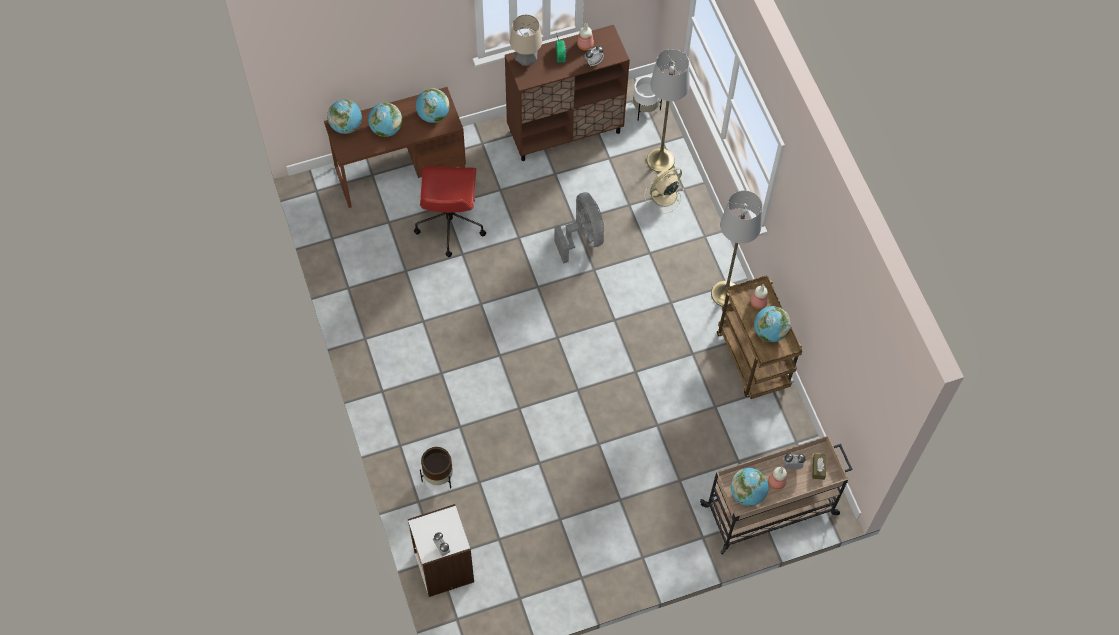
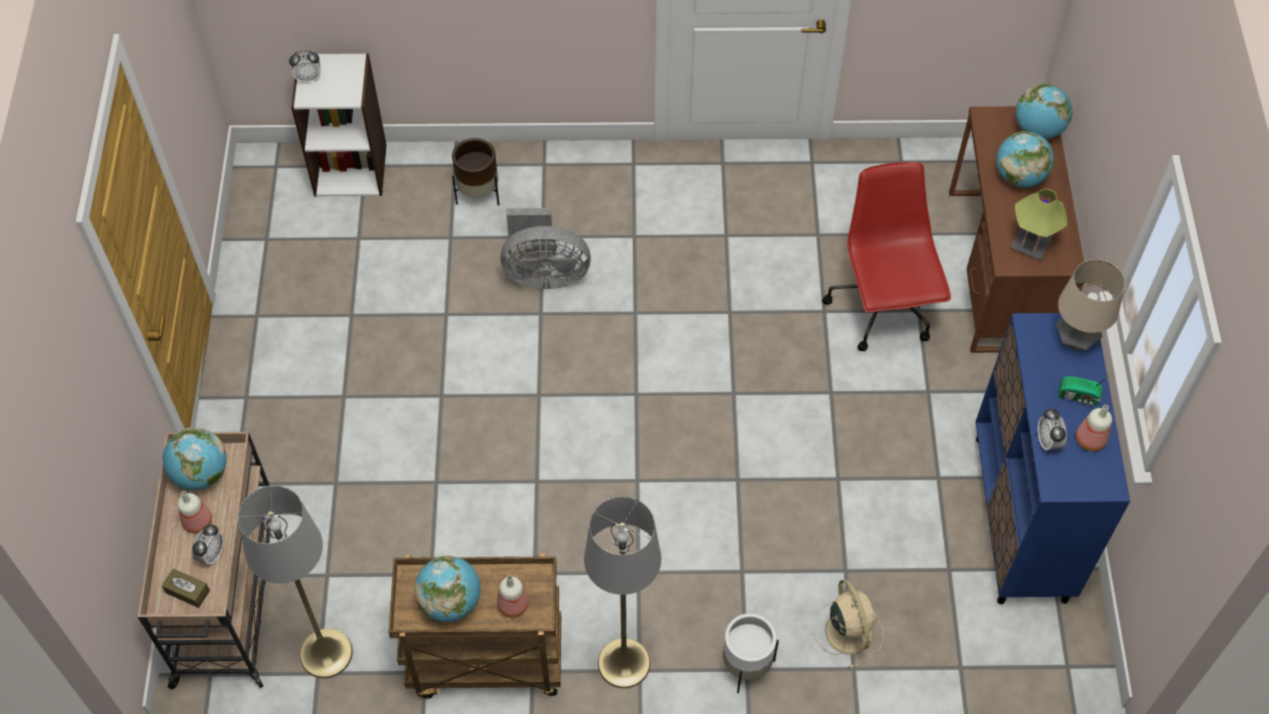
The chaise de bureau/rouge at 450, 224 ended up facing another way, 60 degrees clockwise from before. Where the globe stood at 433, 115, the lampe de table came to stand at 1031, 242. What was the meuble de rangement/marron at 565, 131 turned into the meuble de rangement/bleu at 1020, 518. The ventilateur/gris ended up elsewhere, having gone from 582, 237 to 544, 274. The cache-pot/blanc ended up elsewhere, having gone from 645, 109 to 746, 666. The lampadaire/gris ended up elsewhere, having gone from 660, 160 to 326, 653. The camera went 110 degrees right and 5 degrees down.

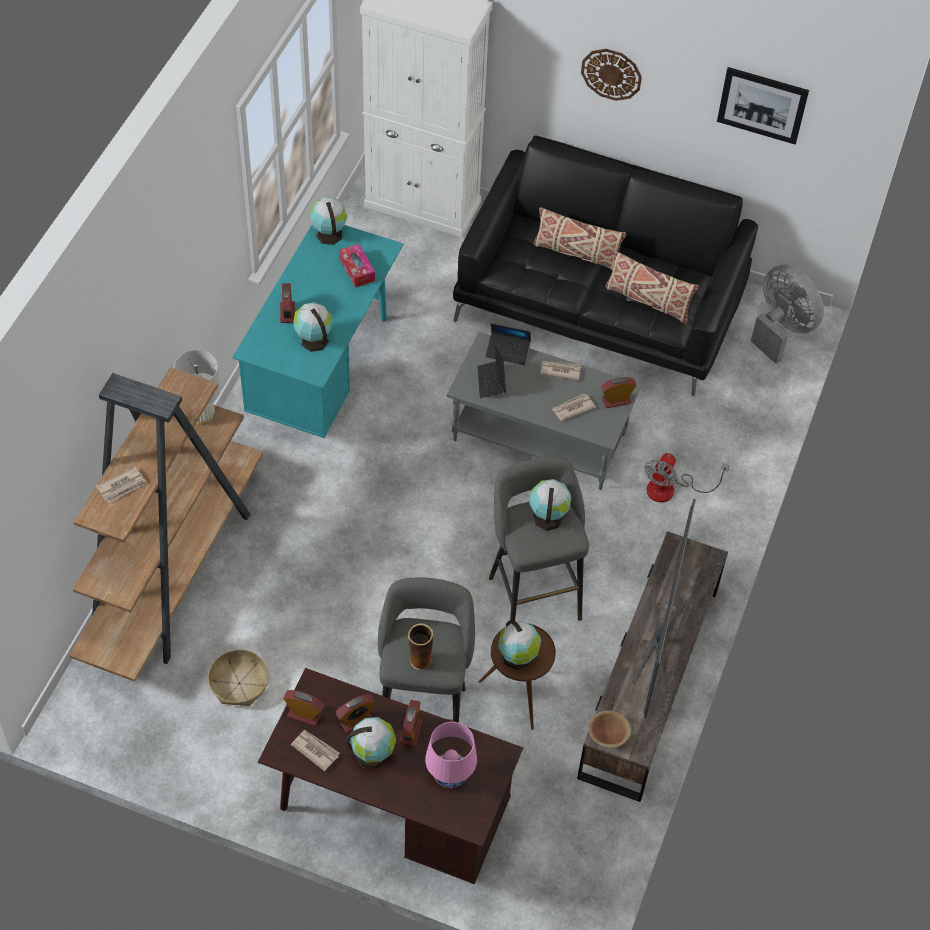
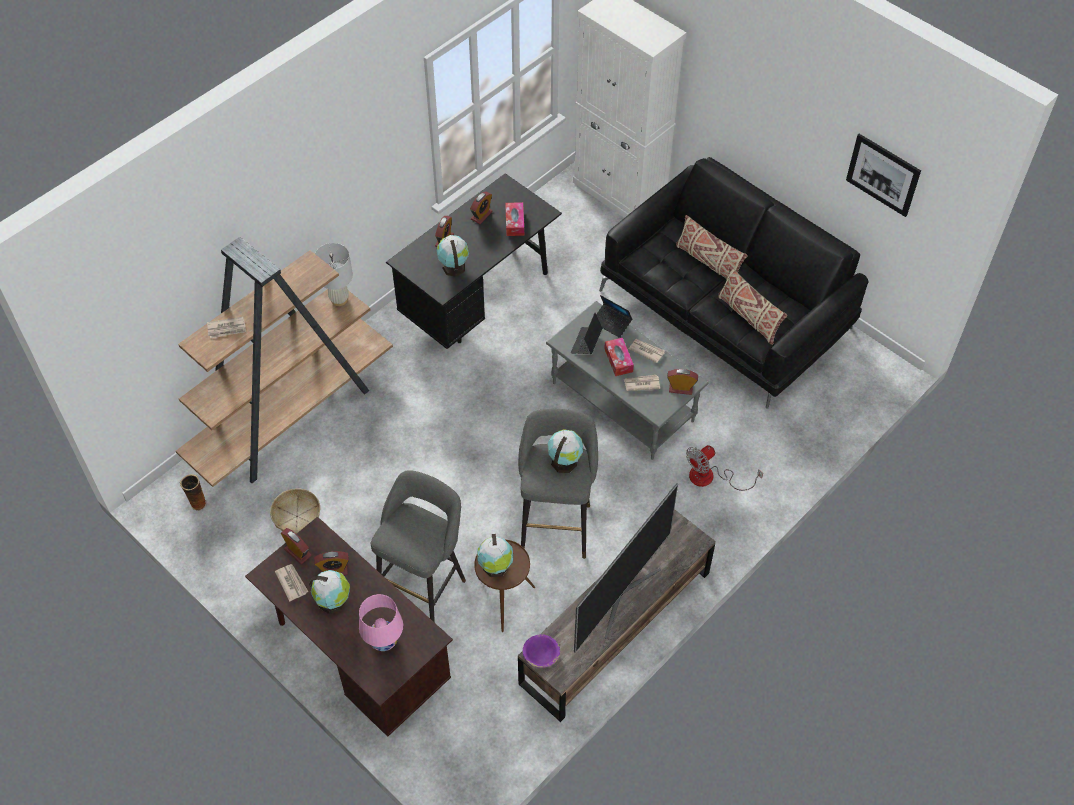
What was the bureau/turquoise at 323, 372 turned into the bureau/noir at 478, 300. The second view lost the globe at 329, 233. The réveil ended up elsewhere, having gone from 410, 731 to 481, 215. The vase ended up elsewhere, having gone from 419, 661 to 197, 504. The second view lost the horloge murale at 611, 74. What was the bol/marron at 608, 734 turned into the bol/violet at 541, 655. The second view lost the ventilateur/gris at 781, 329. The second view gained the boîte à mouchoirs at 618, 360. The camera went 25 degrees right and 0 degrees up.

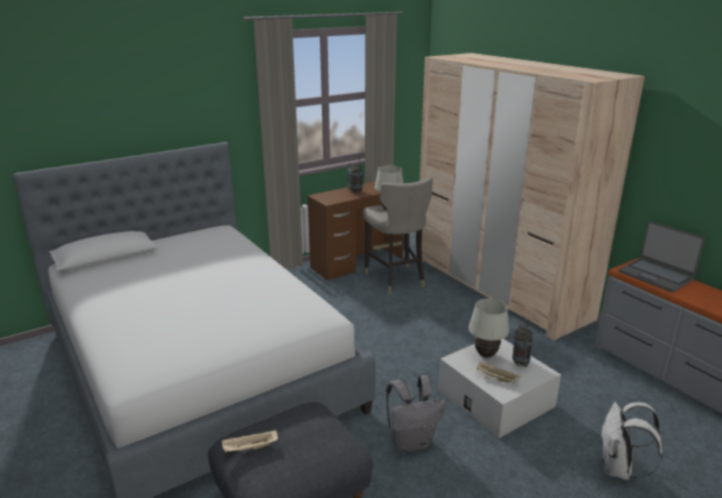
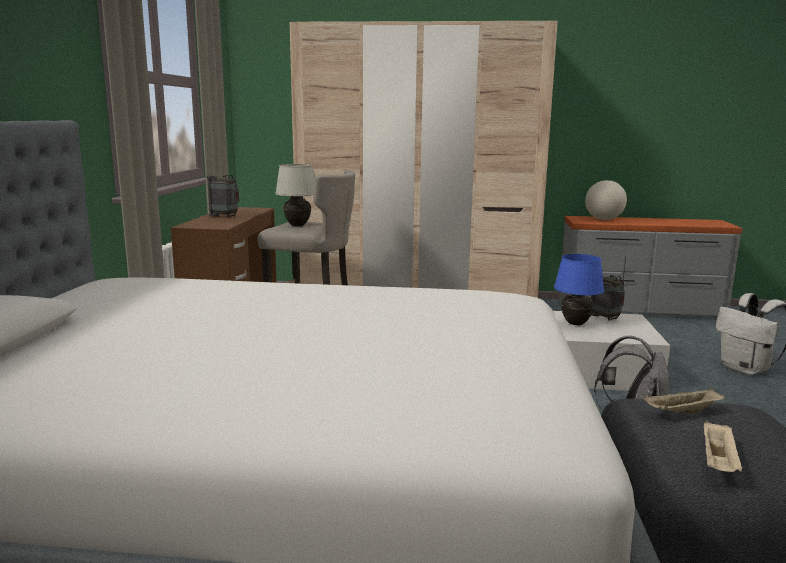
What was the lampe de table/blanc at 486, 355 turned into the lampe de table/bleu at 576, 324. The plateau/beige ended up elsewhere, having gone from 496, 378 to 682, 413. Where the ordinateur portable stood at 655, 276, the globe came to stand at 604, 219. The camera went 50 degrees left and 10 degrees down.

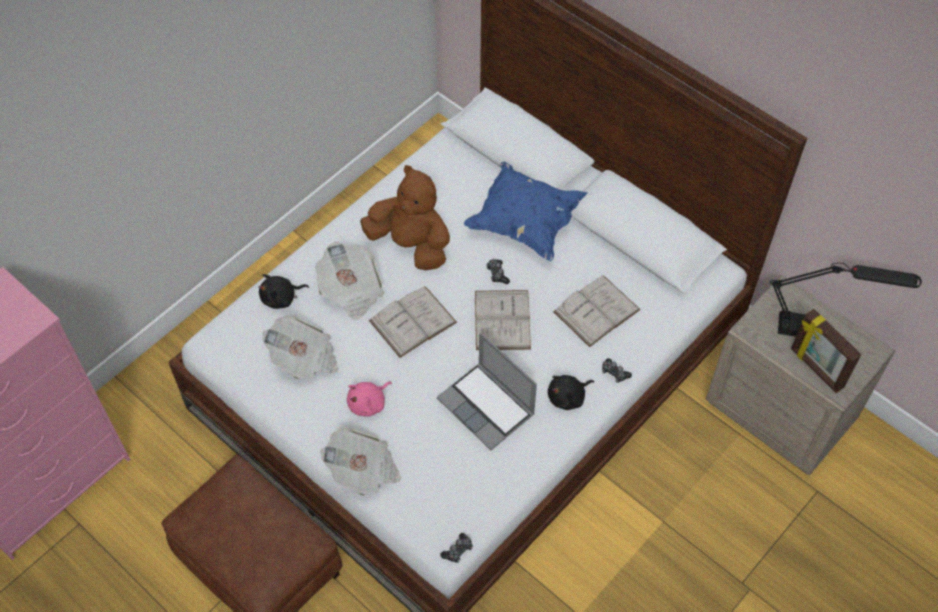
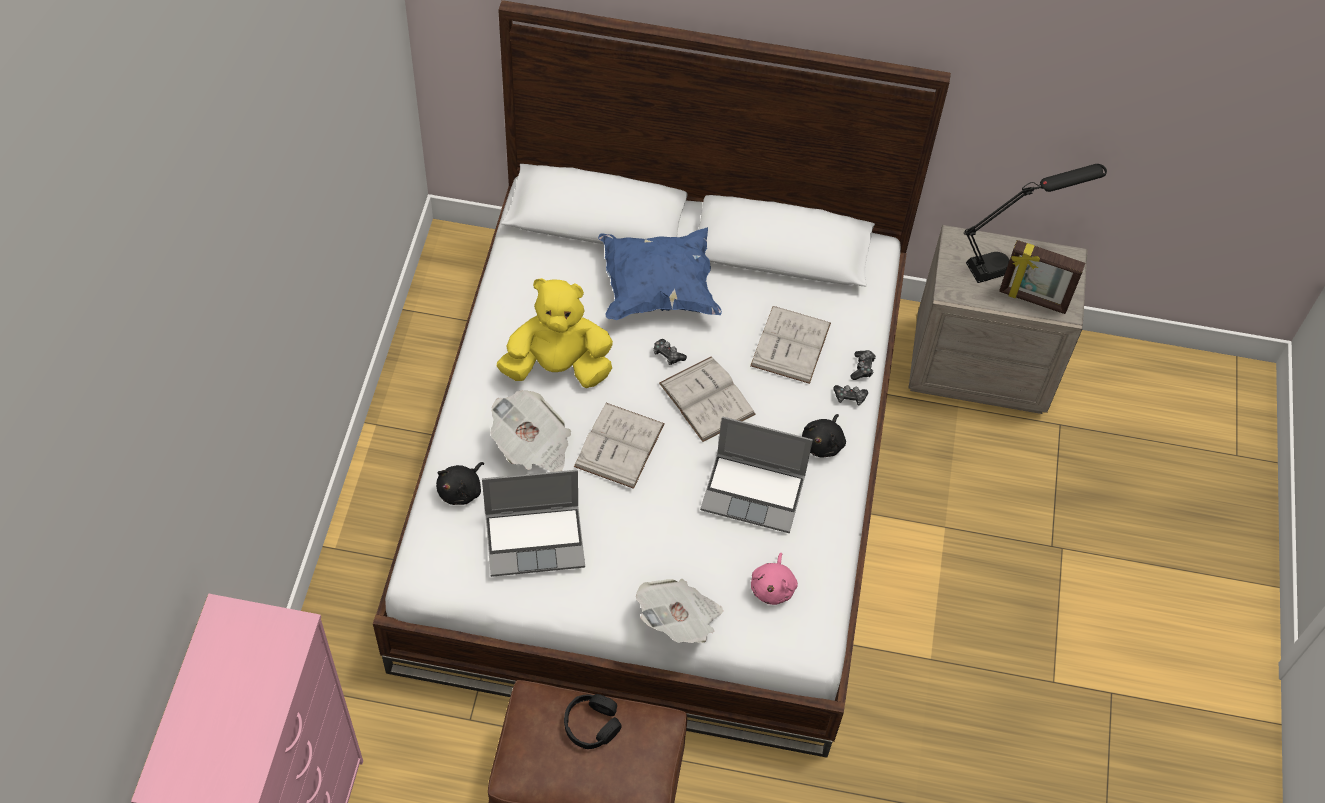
Where the journal stood at 304, 358, the ordinateur portable came to stand at 536, 540. The peluche/rose ended up elsewhere, having gone from 369, 403 to 773, 587. What was the peluche/marron at 411, 245 turned into the peluche/jaune at 558, 367. The manette ended up elsewhere, having gone from 458, 551 to 862, 368. The second view gained the casque audio/noir at 591, 725. The camera went 35 degrees left and 0 degrees up.

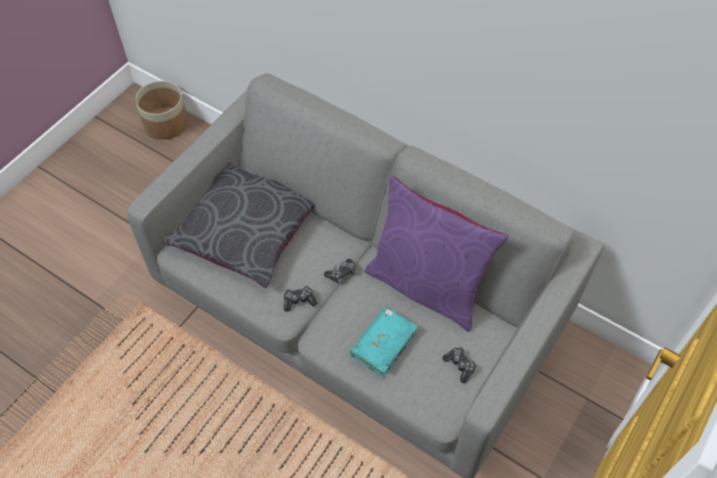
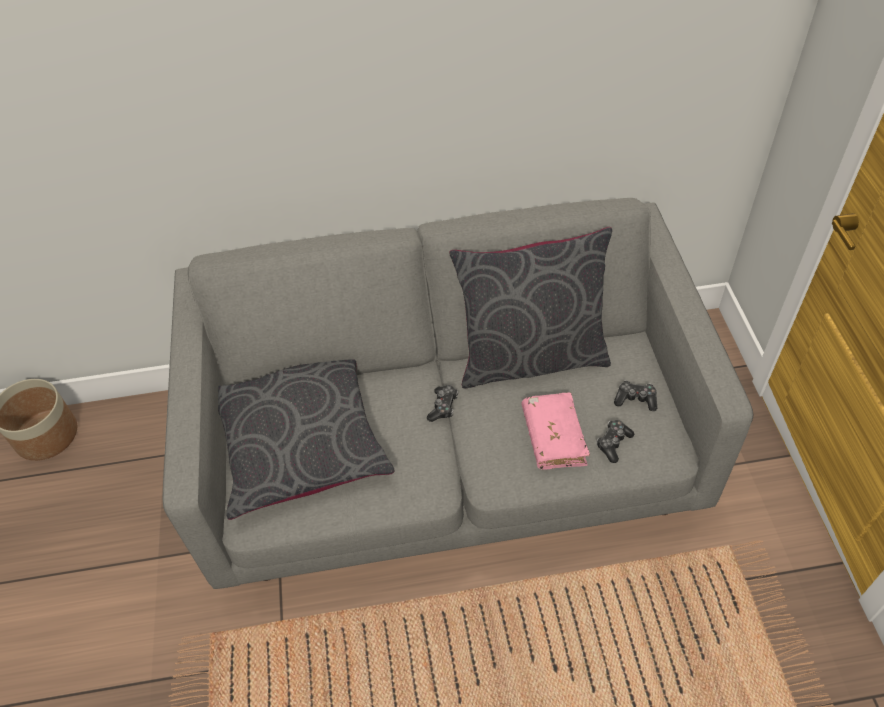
The manette ended up elsewhere, having gone from 299, 300 to 613, 443. What was the livre/turquoise at 383, 345 turned into the livre/rose at 553, 437. What was the coussin/violet at 426, 286 turned into the coussin/gris at 531, 357. The camera went 40 degrees left and 5 degrees down.

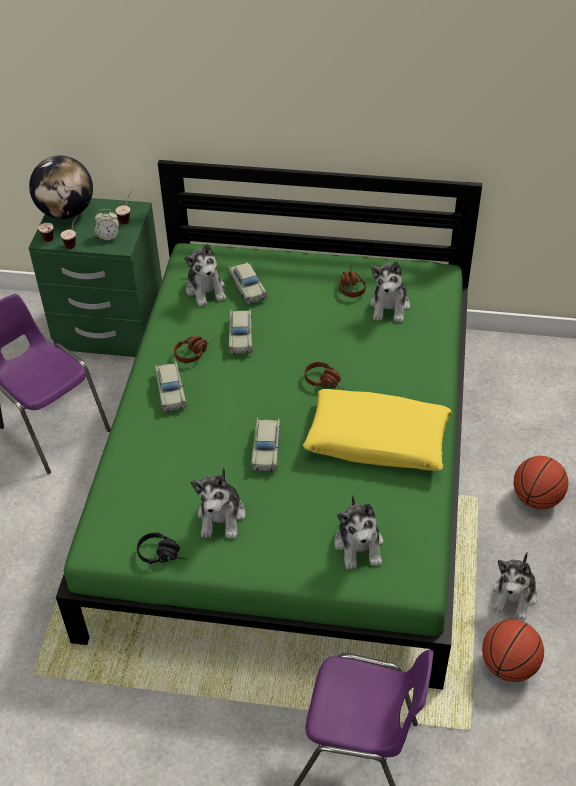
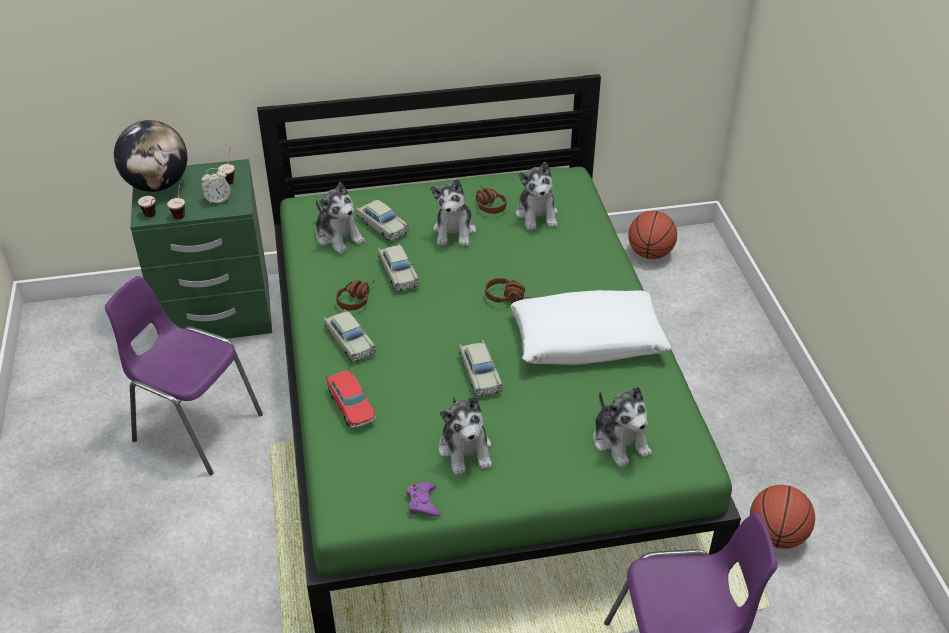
Where the casque audio/noir stood at 164, 554, the manette/violet came to stand at 423, 502. What was the coussin/jaune at 377, 440 turned into the coussin/blanc at 587, 340. The peluche ended up elsewhere, having gone from 514, 596 to 454, 231. The ballon de basket ended up elsewhere, having gone from 536, 498 to 650, 253. The second view gained the petite voiture at 351, 406. The camera went 20 degrees left and 5 degrees down.

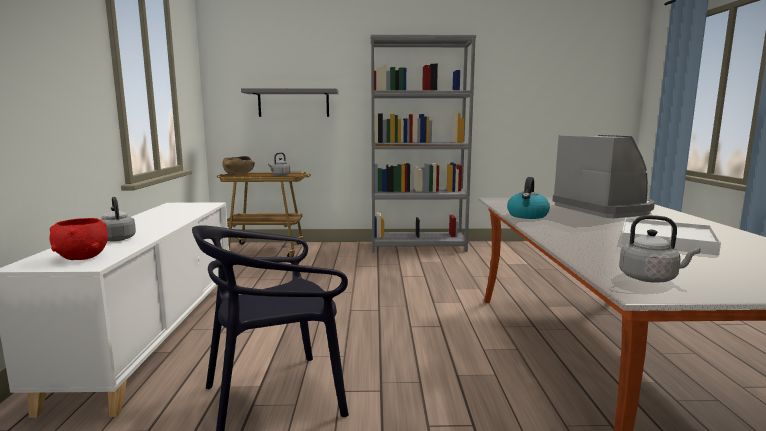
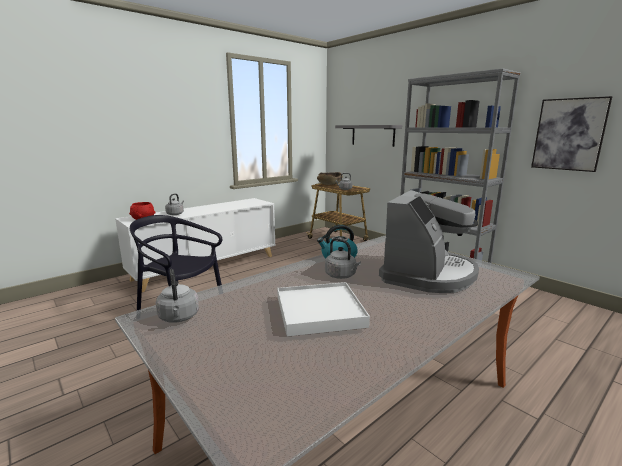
The second view gained the bouilloire/gris at 341, 276. The second view gained the tableau at 569, 134. The camera went 50 degrees right and 5 degrees up.

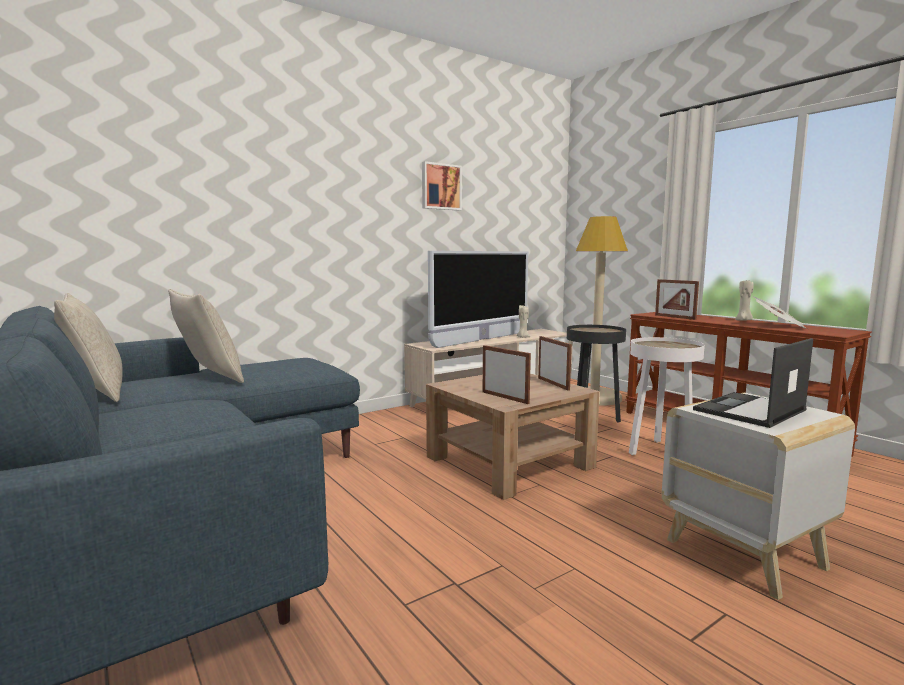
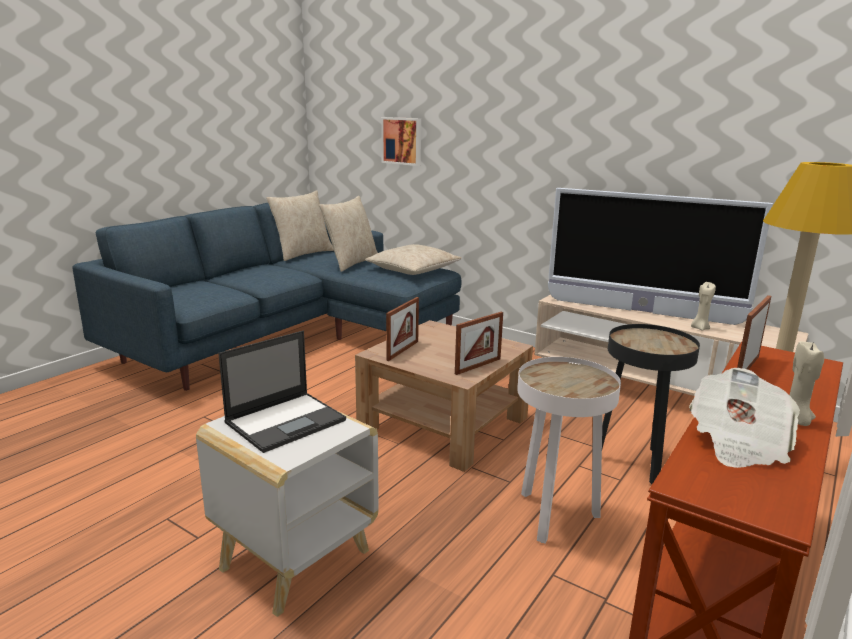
The tableau ended up elsewhere, having gone from 440, 187 to 402, 141. The ordinateur portable at 749, 410 ended up facing another way, 105 degrees clockwise from before. The second view gained the coussin/beige at 413, 269. The camera went 70 degrees right and 10 degrees up.

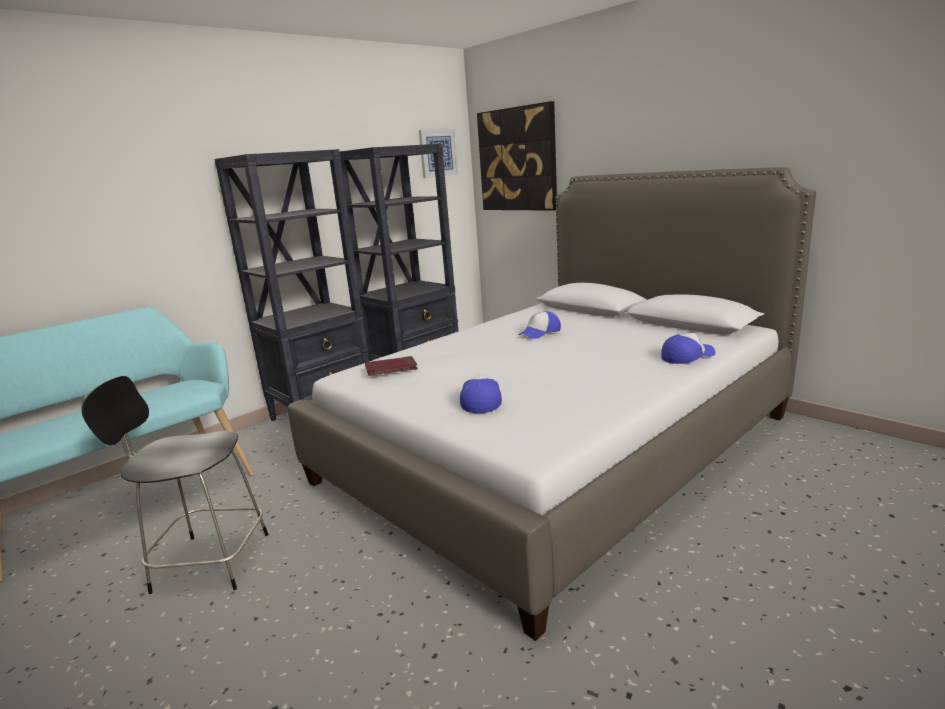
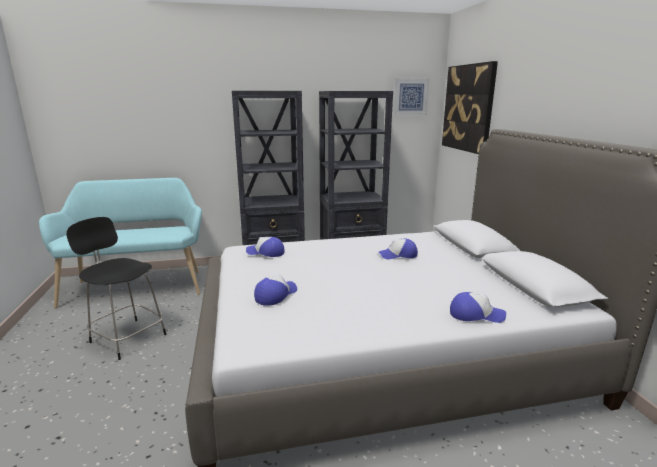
Where the livre/rouge stood at 391, 368, the casquette came to stand at 265, 252. The camera went 30 degrees right and 0 degrees up.

